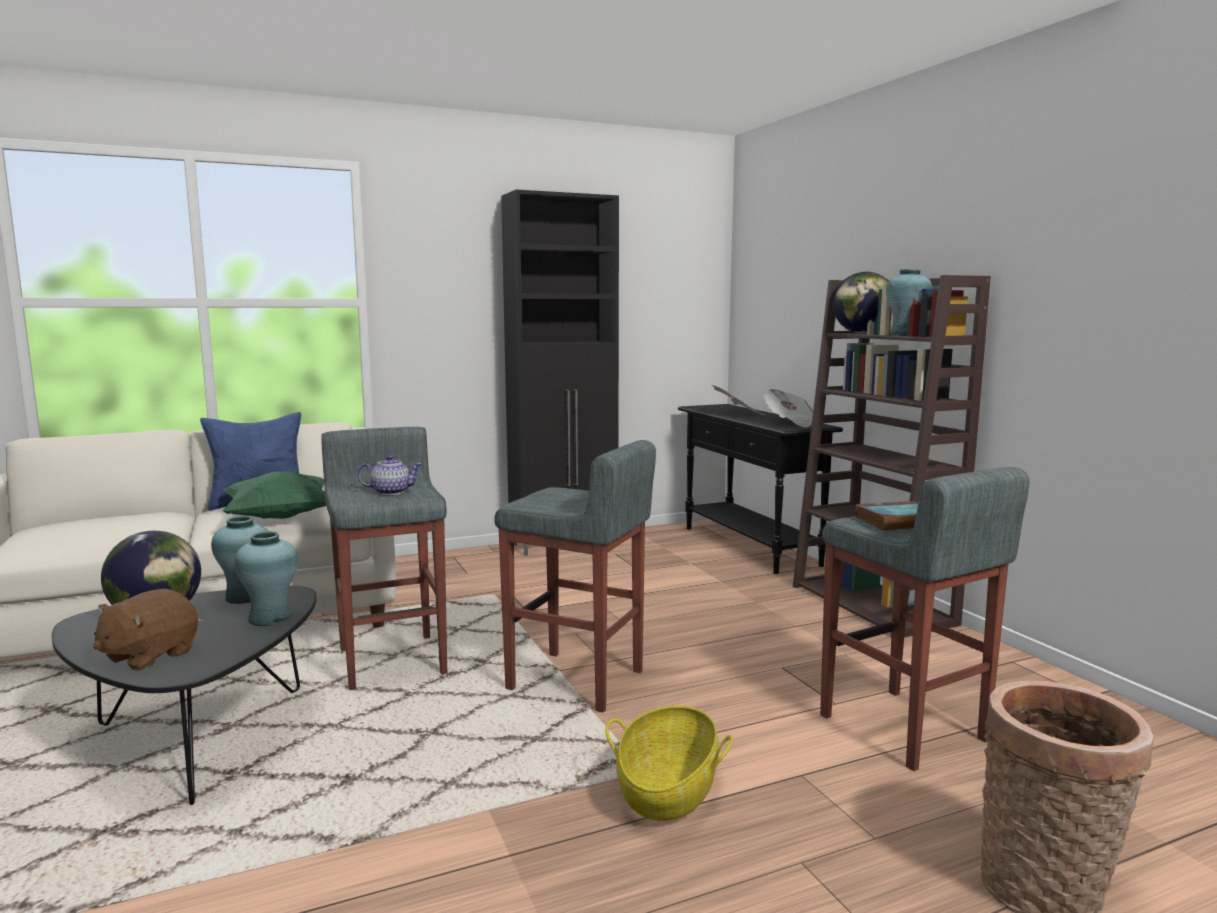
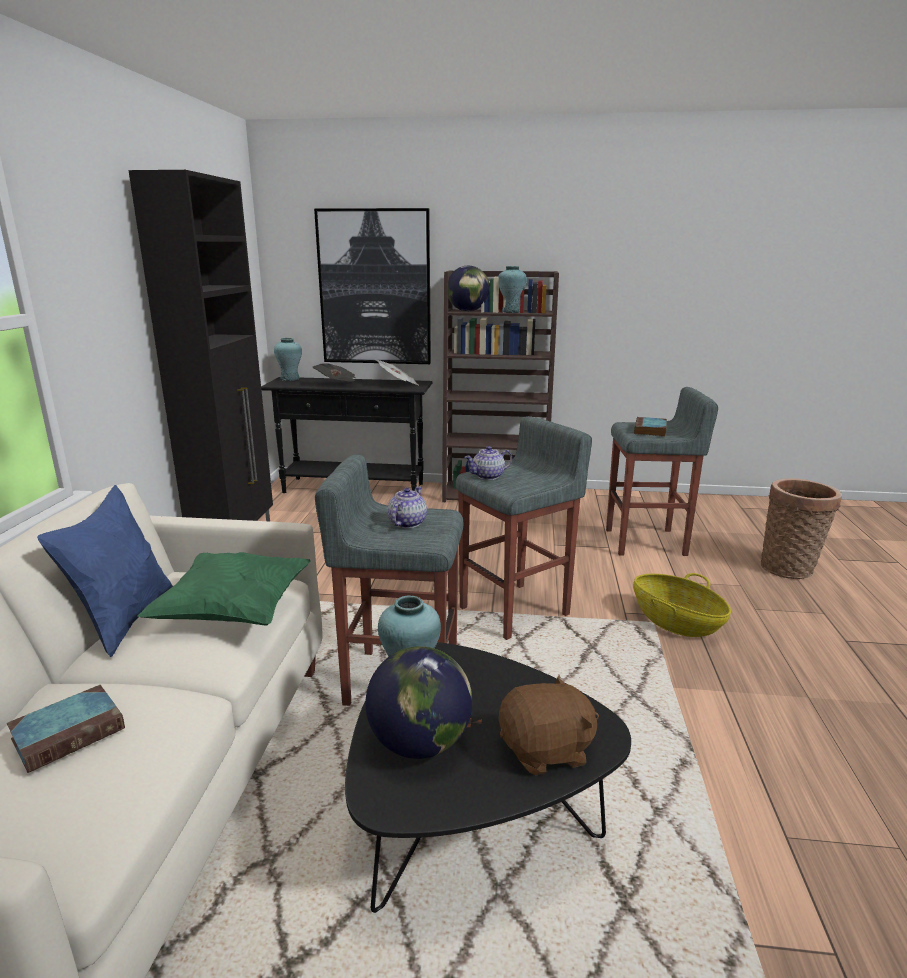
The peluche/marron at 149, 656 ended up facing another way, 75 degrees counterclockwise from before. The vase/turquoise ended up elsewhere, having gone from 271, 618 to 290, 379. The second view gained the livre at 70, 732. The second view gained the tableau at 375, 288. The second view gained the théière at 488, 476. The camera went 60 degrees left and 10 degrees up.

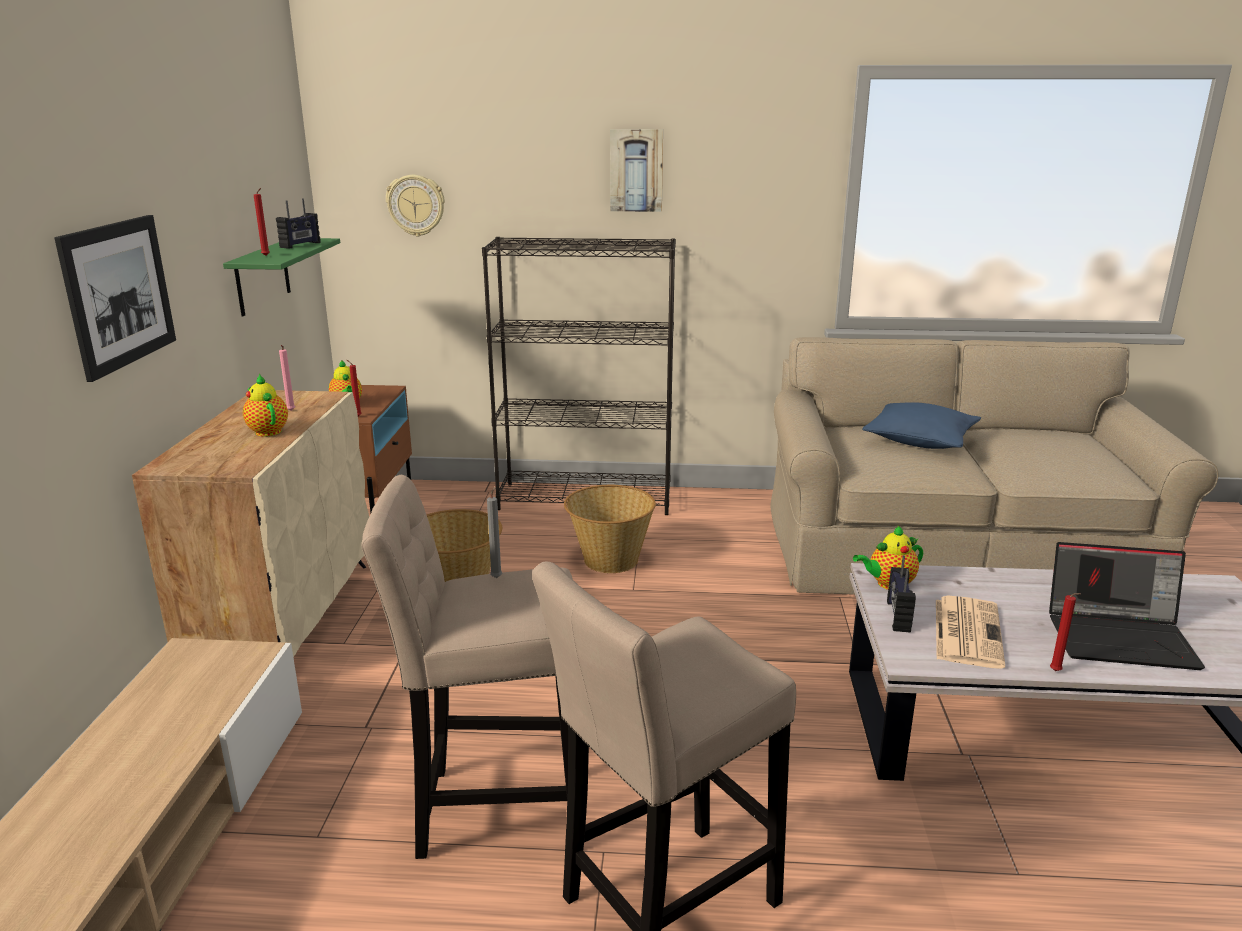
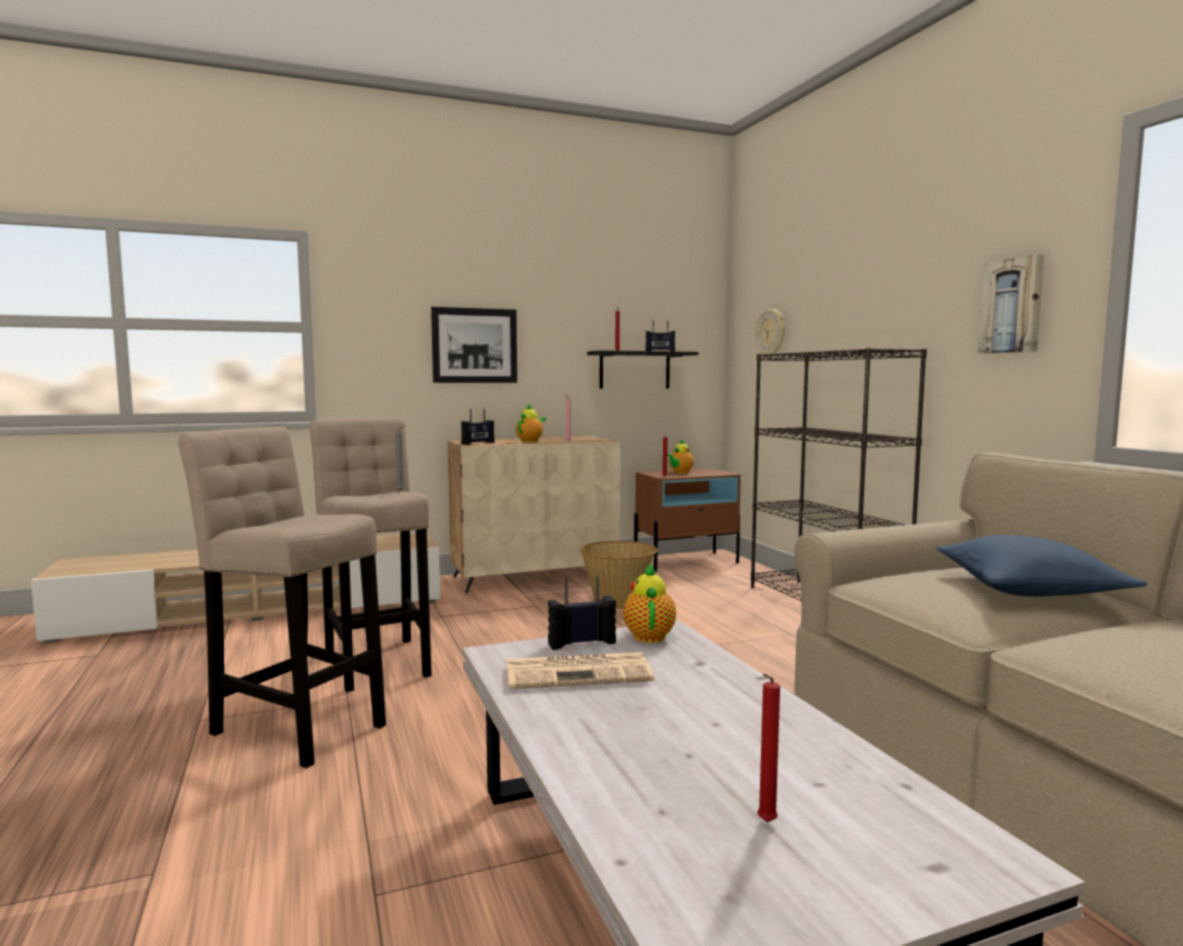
What was the étagère/vert at 262, 276 turned into the étagère/noir at 634, 370. The second view lost the panier at 610, 560. The tableau ended up elsewhere, having gone from 636, 170 to 1012, 306. The théière at 888, 584 ended up facing another way, 45 degrees clockwise from before. The second view lost the ordinateur portable at 1121, 637. The bougie/rouge ended up elsewhere, having gone from 1056, 672 to 765, 823. The second view gained the radio at 478, 443. The camera went 65 degrees right and 15 degrees down.

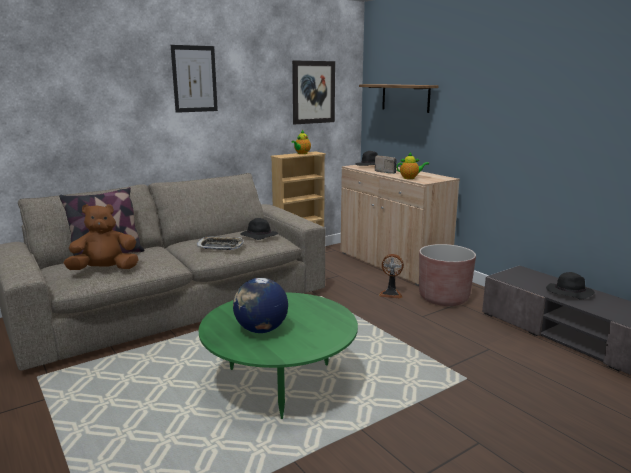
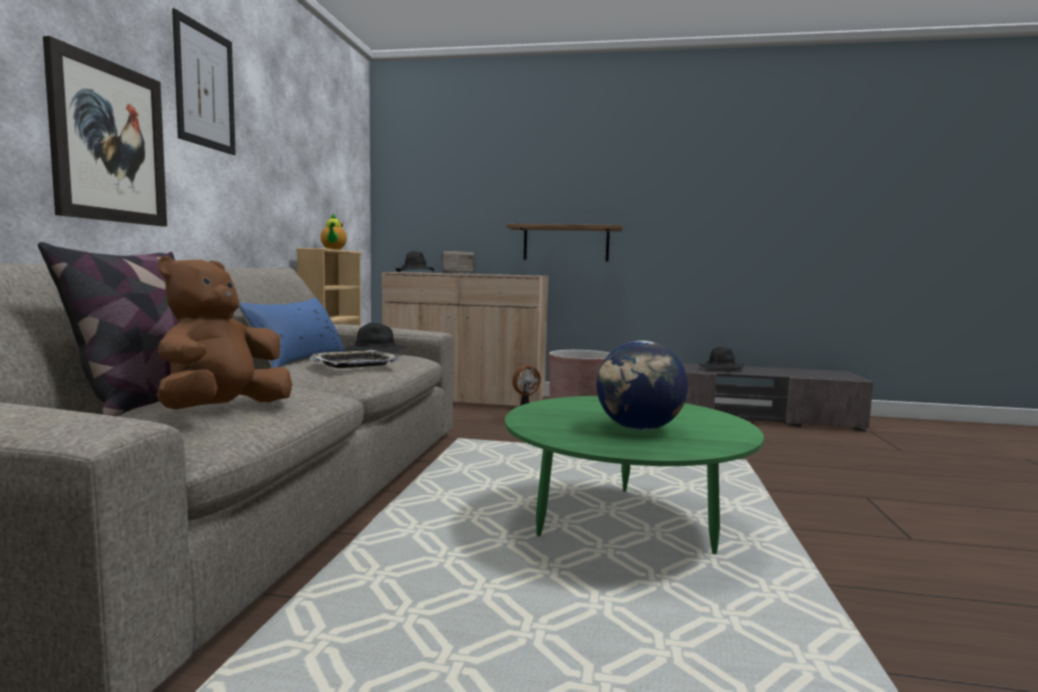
The tableau ended up elsewhere, having gone from 313, 92 to 109, 142. The étagère ended up elsewhere, having gone from 405, 98 to 566, 243. The second view lost the théière at 410, 178. The second view gained the coussin/bleu at 298, 359. The camera went 45 degrees left and 10 degrees down.

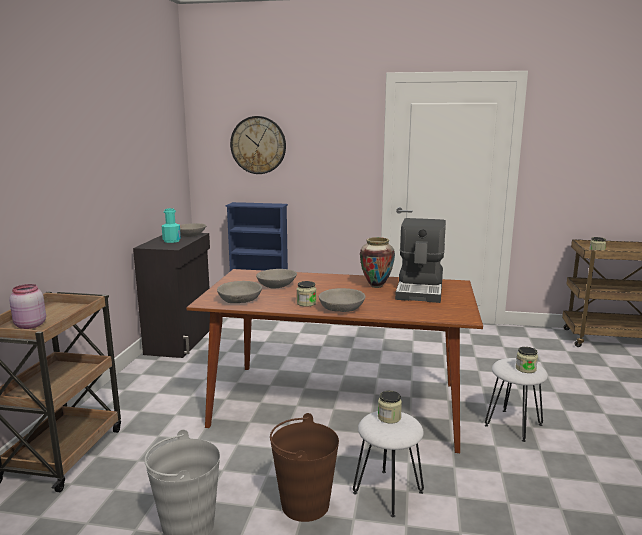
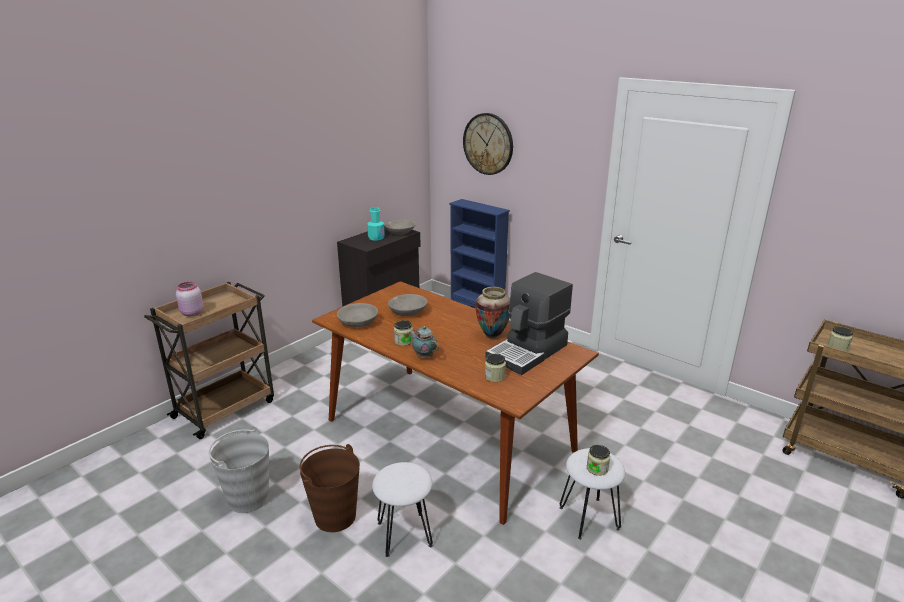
Where the bol/gris stood at 342, 308, the théière came to stand at 424, 356. The bocal ended up elsewhere, having gone from 389, 417 to 494, 377. The camera went 30 degrees right and 10 degrees up.

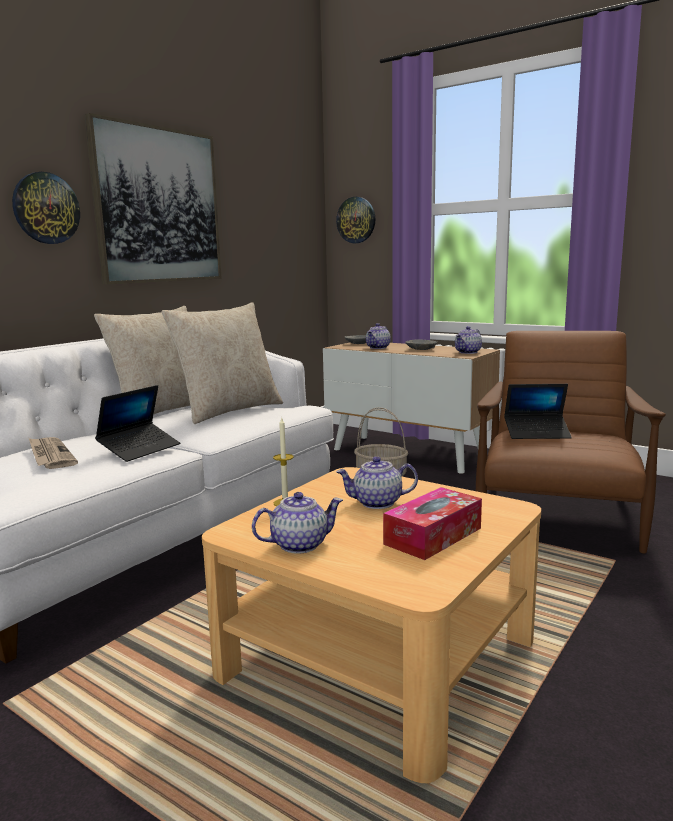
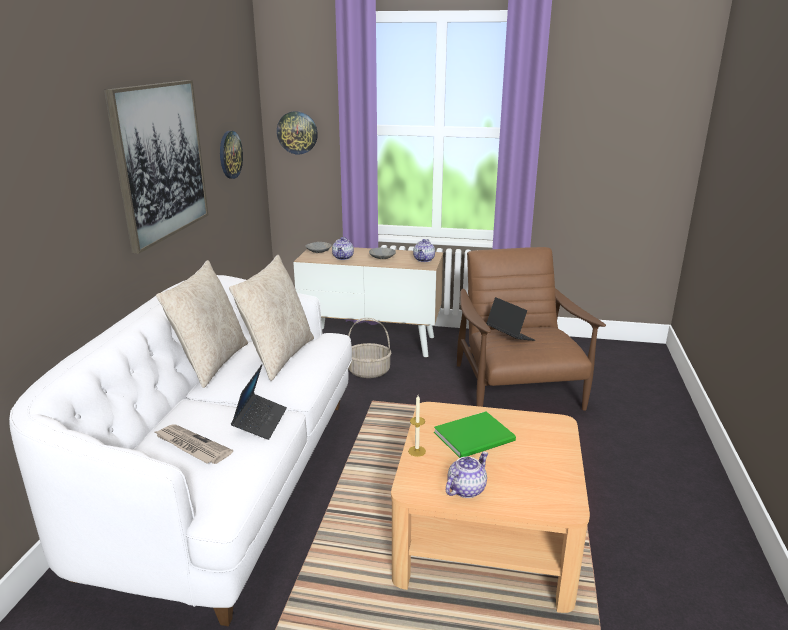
The horloge murale ended up elsewhere, having gone from 46, 208 to 230, 154. Where the théière stood at 377, 503, the livre/vert came to stand at 476, 437. The second view lost the boîte à mouchoirs at 433, 536. The ordinateur portable at 537, 433 ended up facing another way, 105 degrees counterclockwise from before. The camera went 25 degrees left and 10 degrees up.

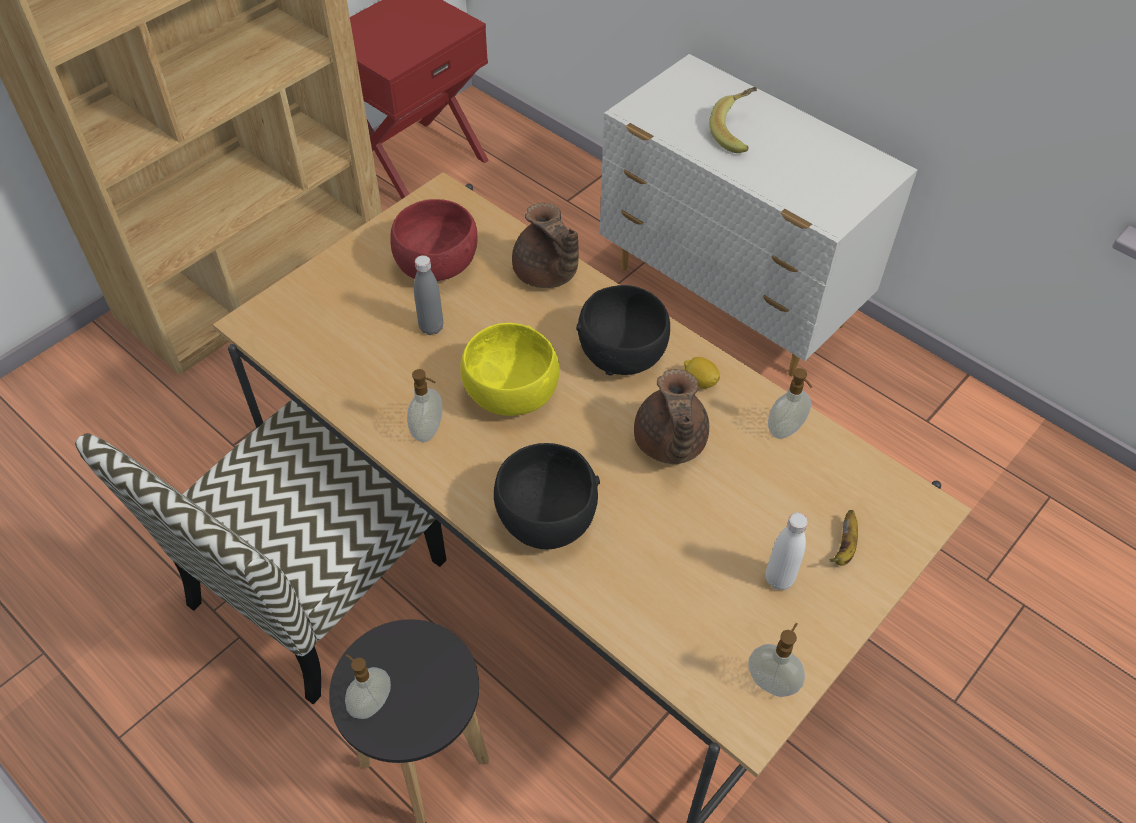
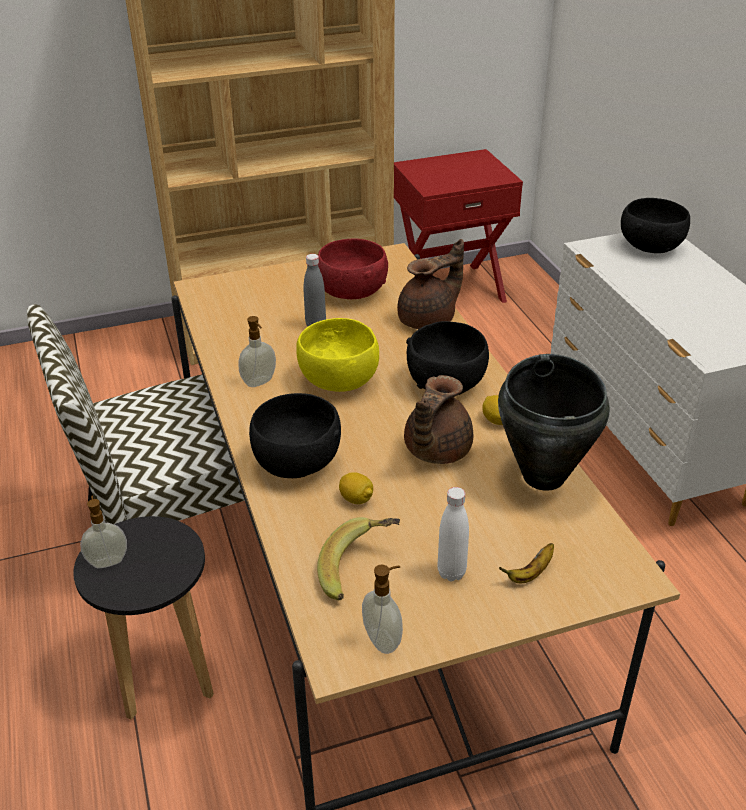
The théière/marron at 547, 274 ended up facing another way, 120 degrees counterclockwise from before. The banane ended up elsewhere, having gone from 738, 133 to 360, 570. Where the distributeur de savon stood at 785, 430, the marmite/noir came to stand at 544, 476. The second view gained the citron at 356, 499. The second view gained the bol/noir at 650, 246. The camera went 30 degrees right and 15 degrees down.

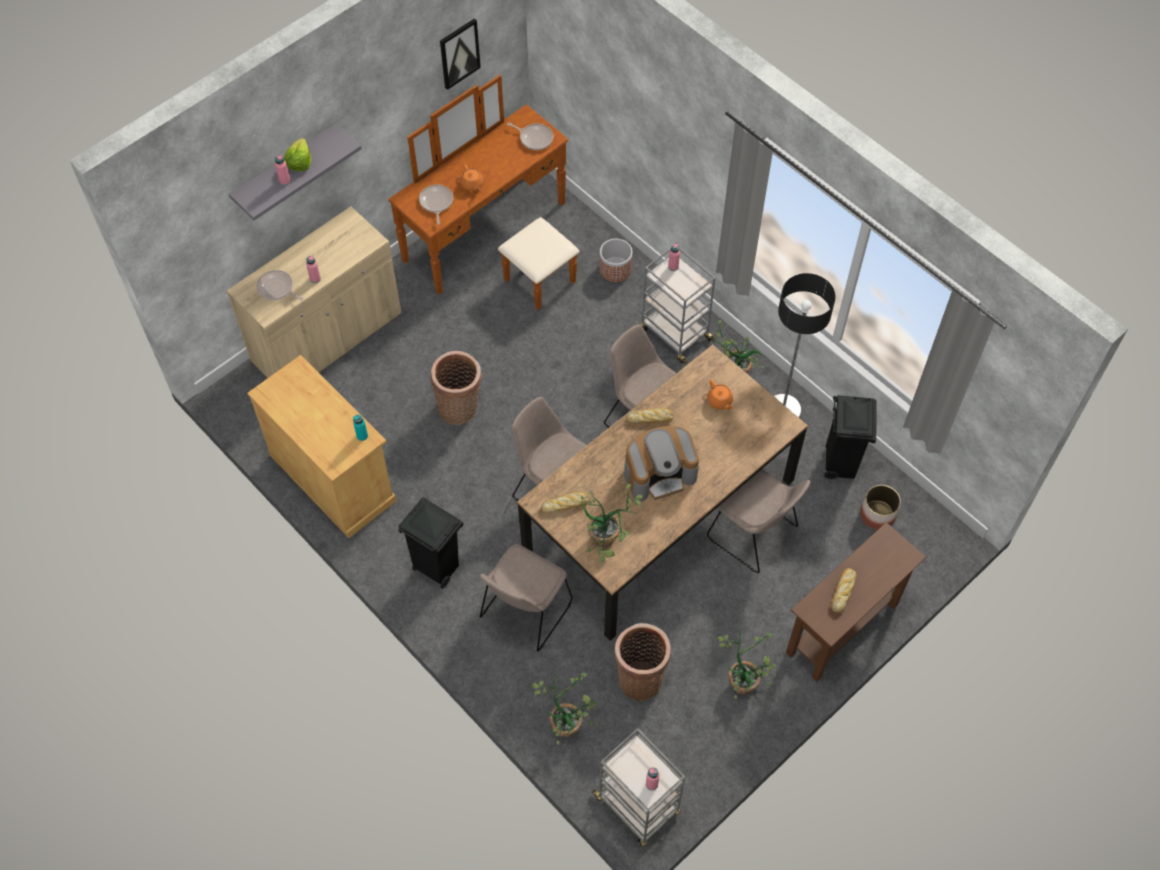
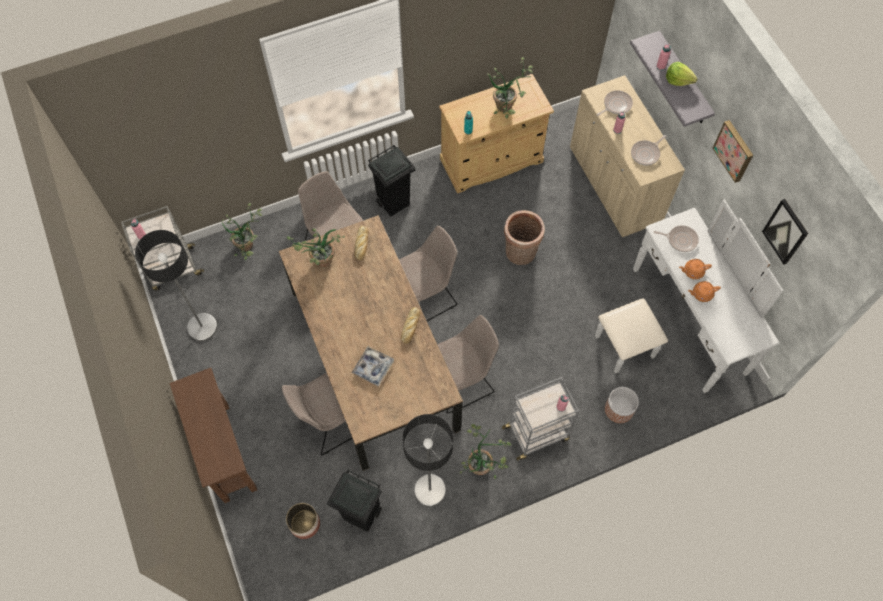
What was the commode/marron at 497, 242 turned into the commode/blanc at 674, 327. The poêle ended up elsewhere, having gone from 534, 138 to 646, 153. The second view lost the panier at 640, 677. The second view lost the machine à café at 659, 473. The théière/orange ended up elsewhere, having gone from 720, 401 to 701, 294. The plante en pot ended up elsewhere, having gone from 743, 679 to 507, 108. The second view lost the pain at 843, 591. The second view gained the lampadaire at 202, 327. The second view gained the plateau at 373, 367. The second view gained the tableau at 734, 150. The camera went 110 degrees right and 5 degrees up.

